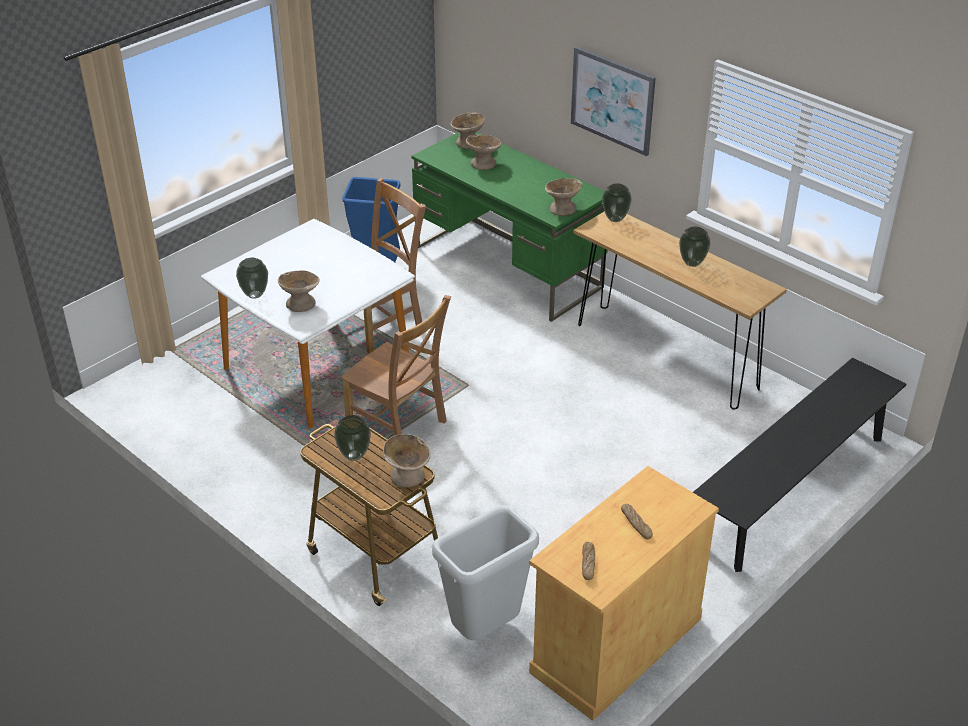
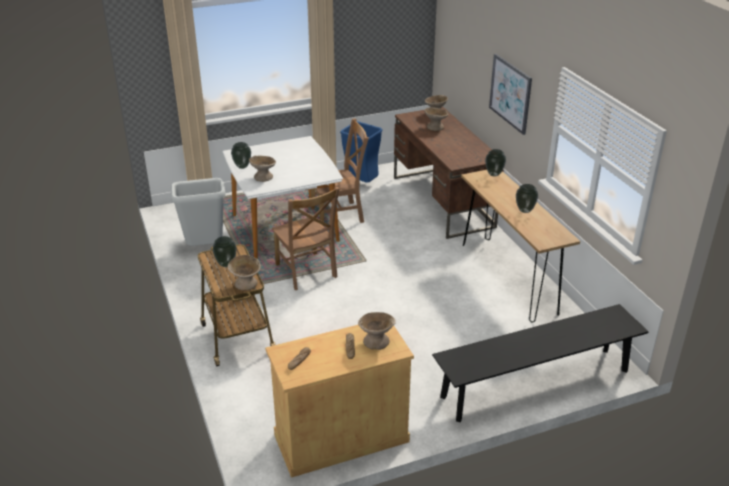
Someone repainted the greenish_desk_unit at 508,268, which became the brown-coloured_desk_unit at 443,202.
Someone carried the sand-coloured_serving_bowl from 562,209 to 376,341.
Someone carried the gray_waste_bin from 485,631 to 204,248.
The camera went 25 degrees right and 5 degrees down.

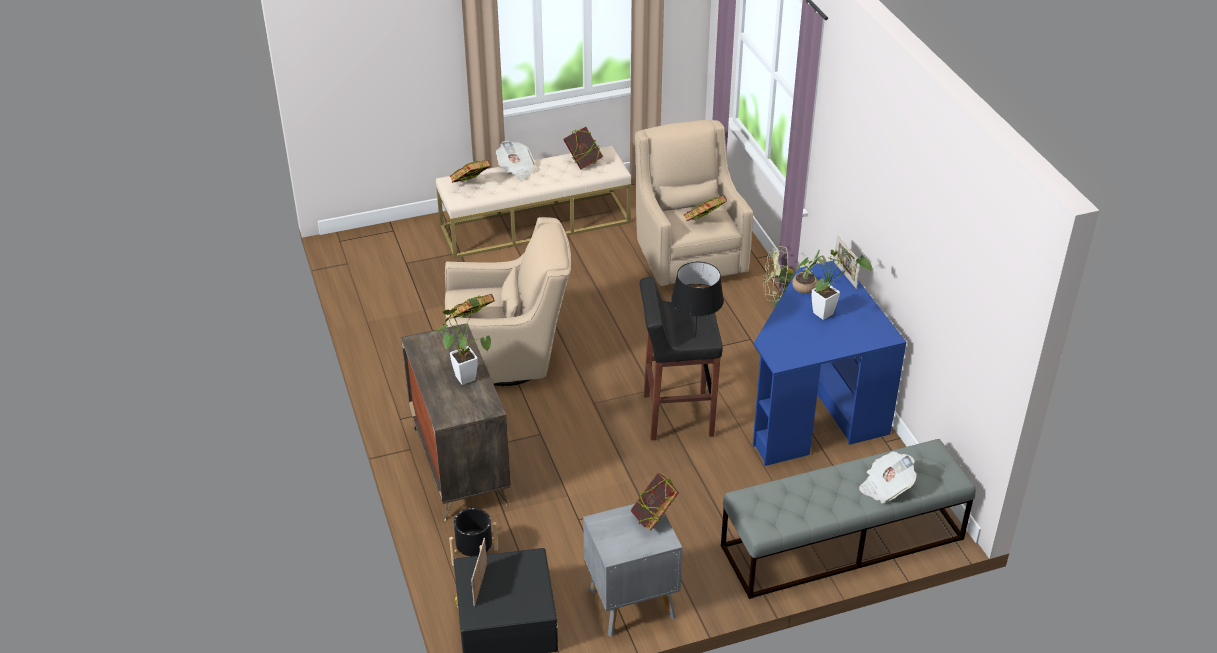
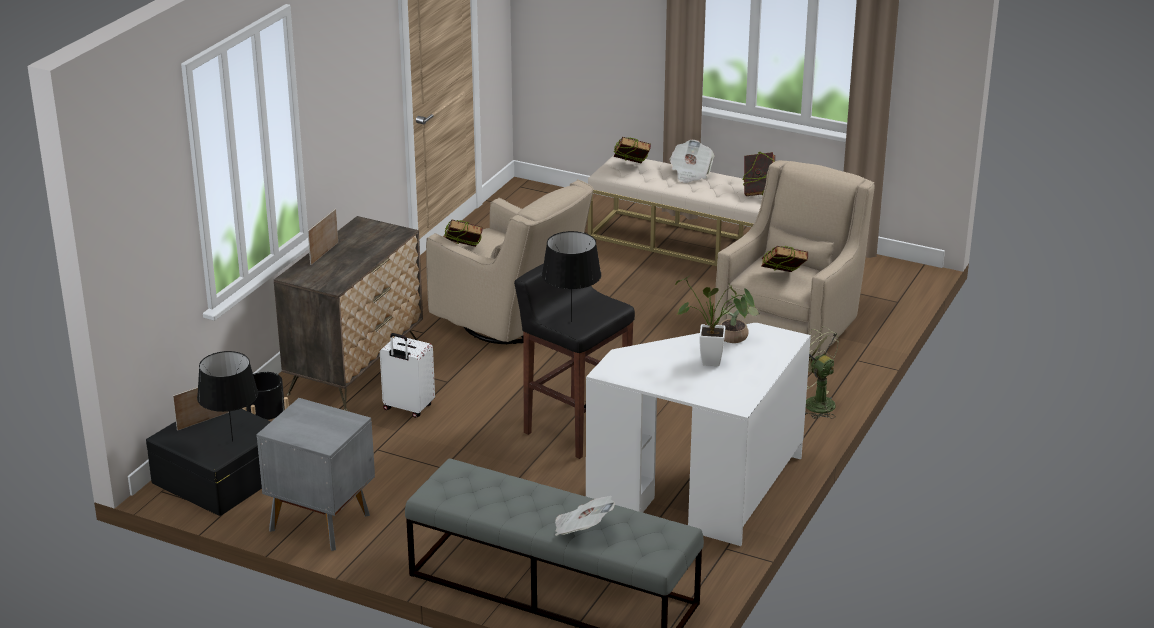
Someone carried the picture_frame from 845,275 to 324,253.
Someone repainted the blue-coloured_desk_unit at 813,408, which became the white_desk_unit at 703,489.
Someone took away the plant_in_a_pot at 463,375.
Someone took away the bound_book at 653,518.
Someone put down the white_suitcase at 407,408.
Someone put down the black_table_lamp at 232,441.
The camera went 45 degrees right and 10 degrees down.

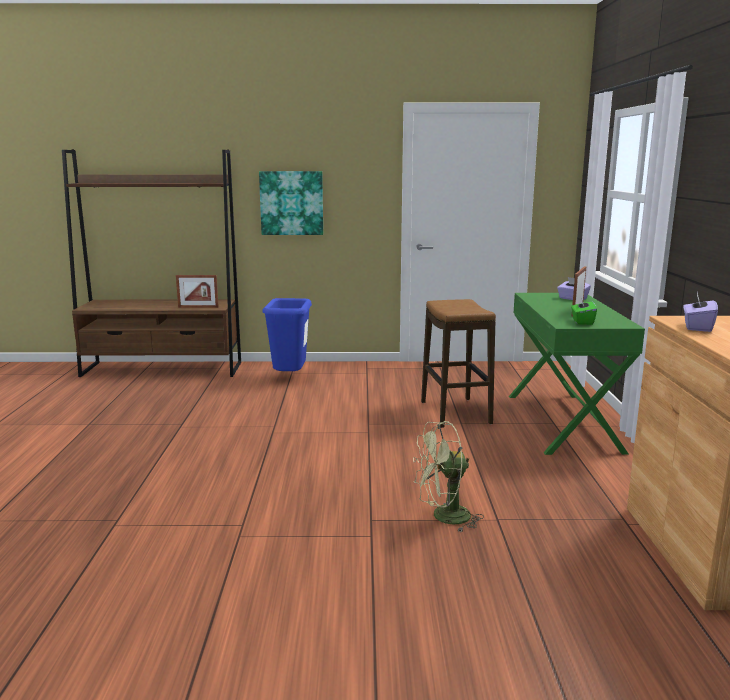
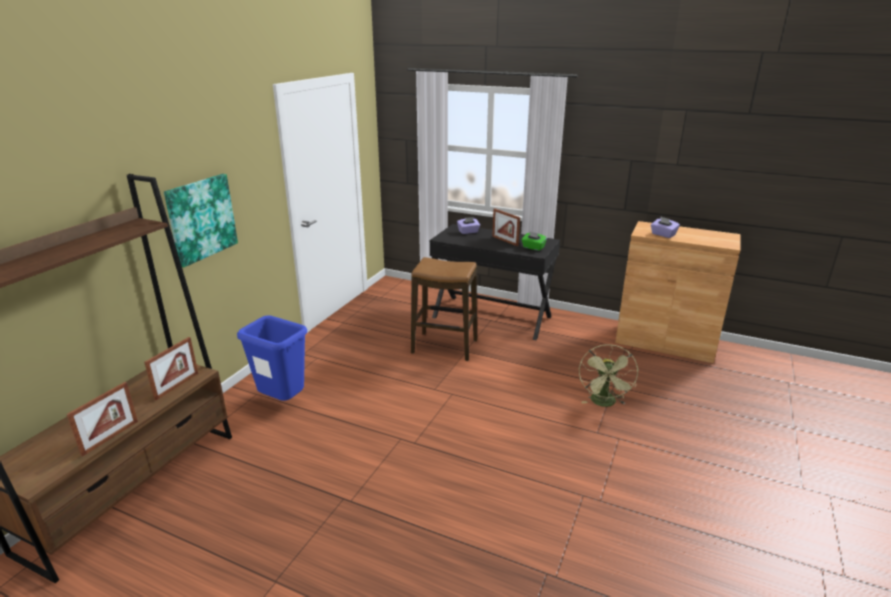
Someone repainted the greenish_desk_unit at 563,422, which became the black_desk_unit at 492,316.
Someone put down the picture_frame at 110,438.
The camera went 65 degrees left and 10 degrees up.

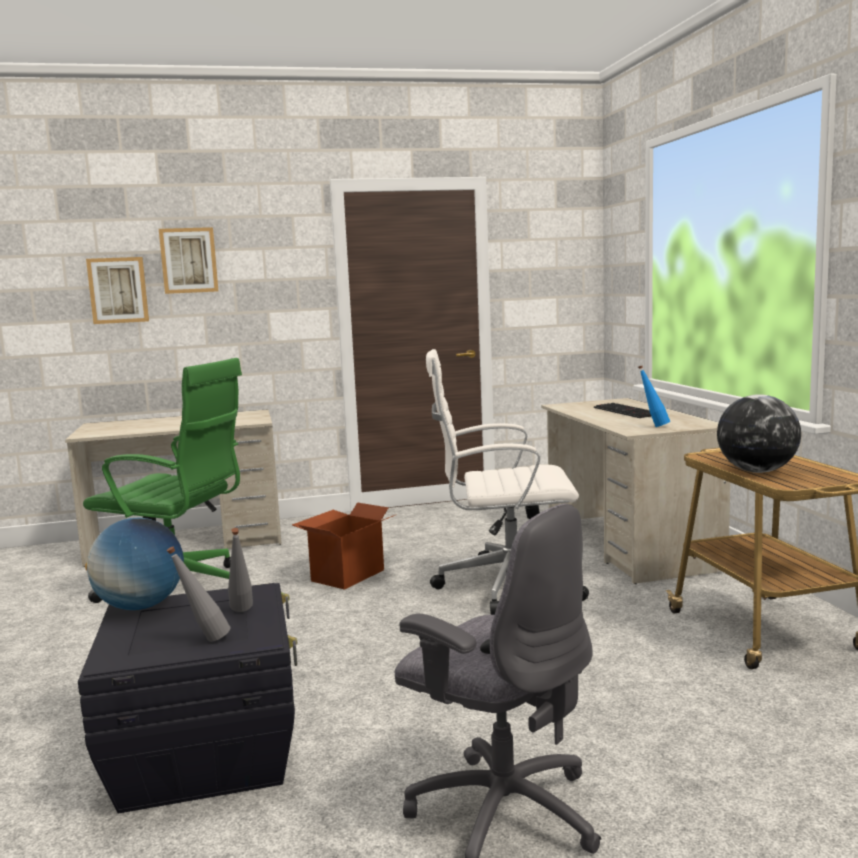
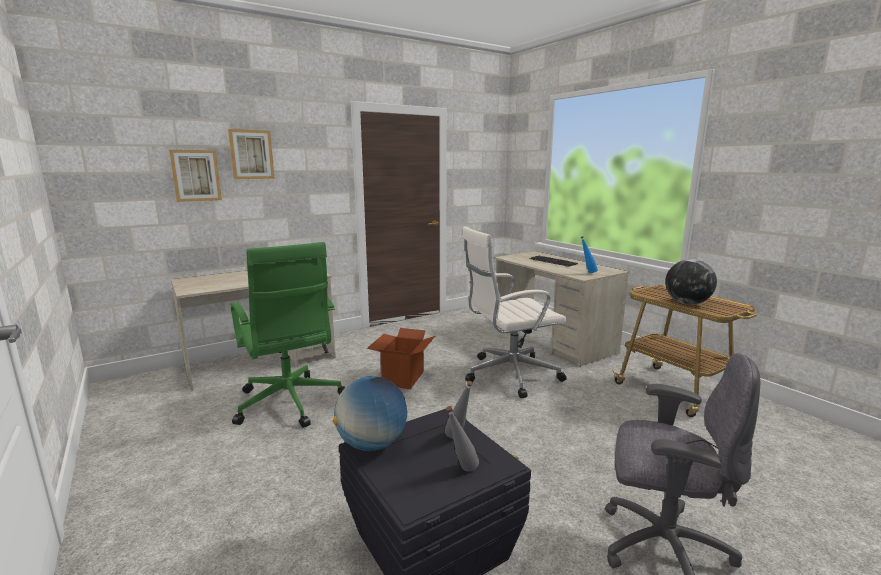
Someone rotated the greenish_office_chair at 179,590 by 60 degrees clockwise.
The camera went 20 degrees left and 5 degrees up.

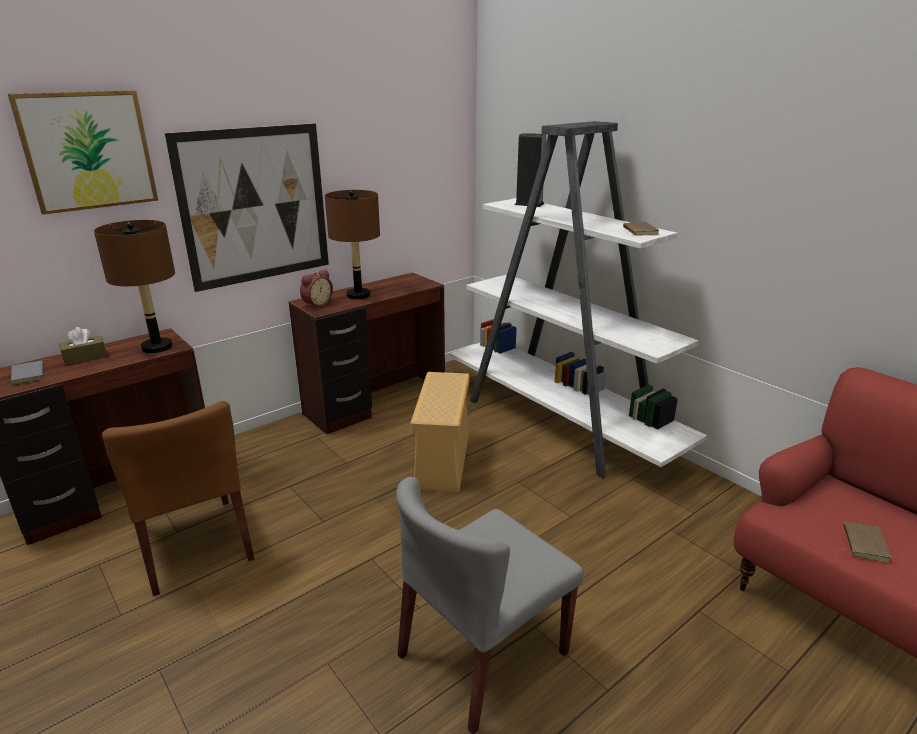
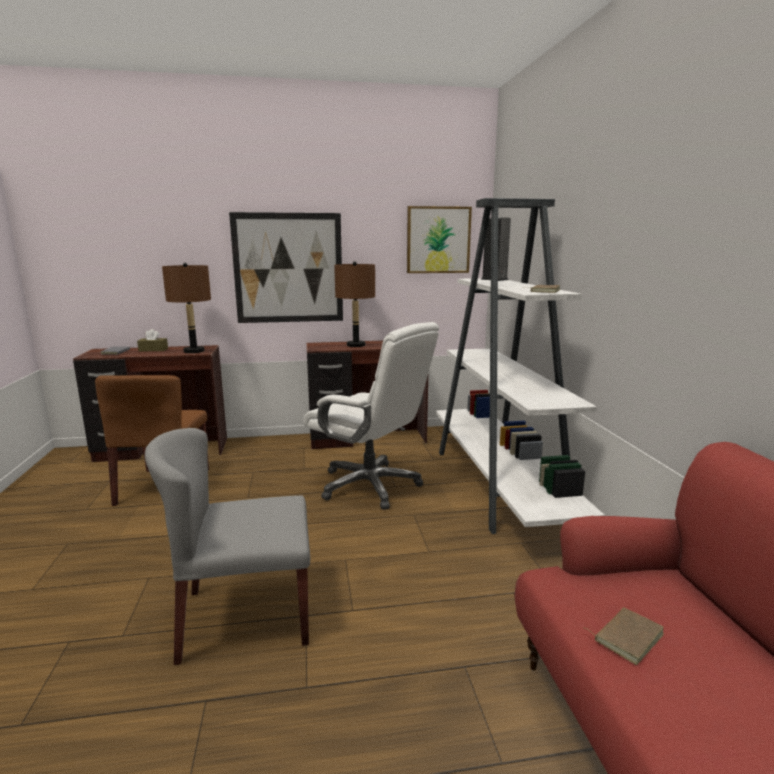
Someone carried the wall_picture from 88,151 to 438,240.
Someone took away the bedside_clock at 316,304.
Someone swapped the sand-coloured_storage_container at 442,461 for the white_office_chair at 370,485.
The camera went 30 degrees right and 10 degrees down.

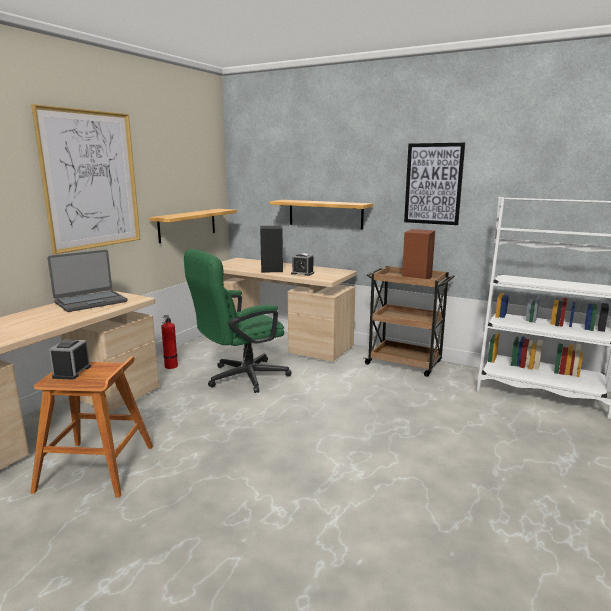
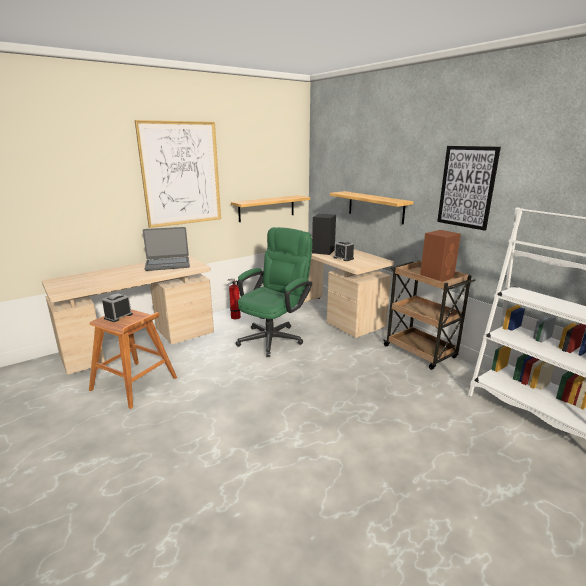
Someone rotated the greenish_office_chair at 240,378 by 135 degrees clockwise.
The camera went 25 degrees right and 5 degrees up.

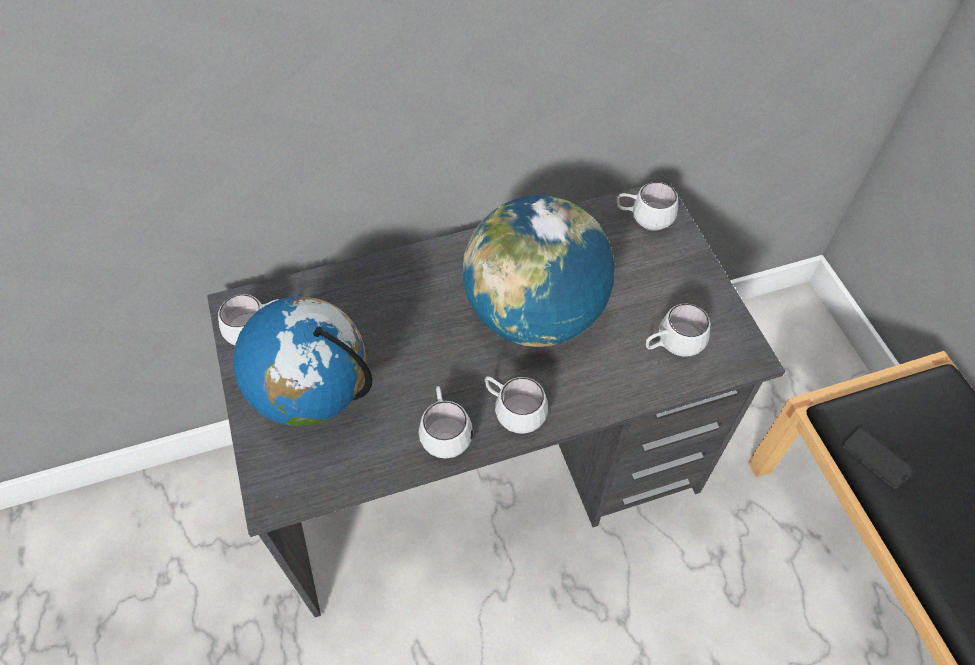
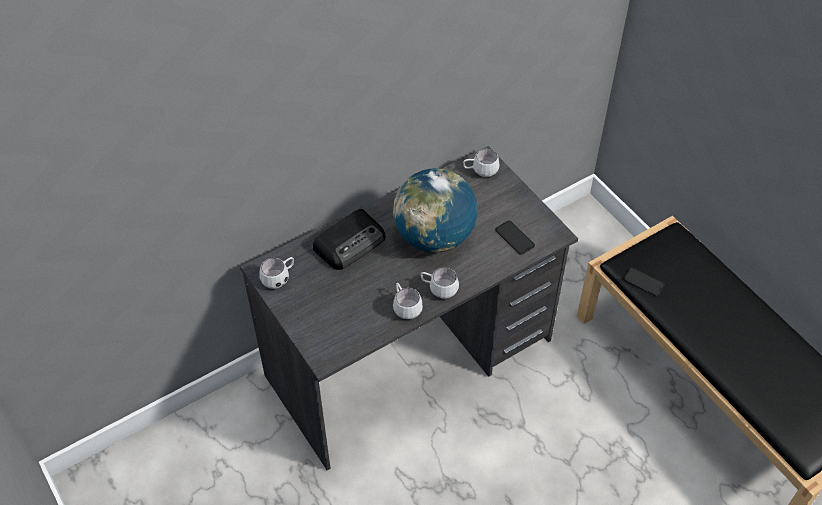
Someone took away the desk_globe at 317,405.
Someone swapped the white_tea_mug at 672,346 for the telephone at 514,238.
Someone put down the radio_receiver at 350,243.
The camera went 15 degrees left and 5 degrees down.

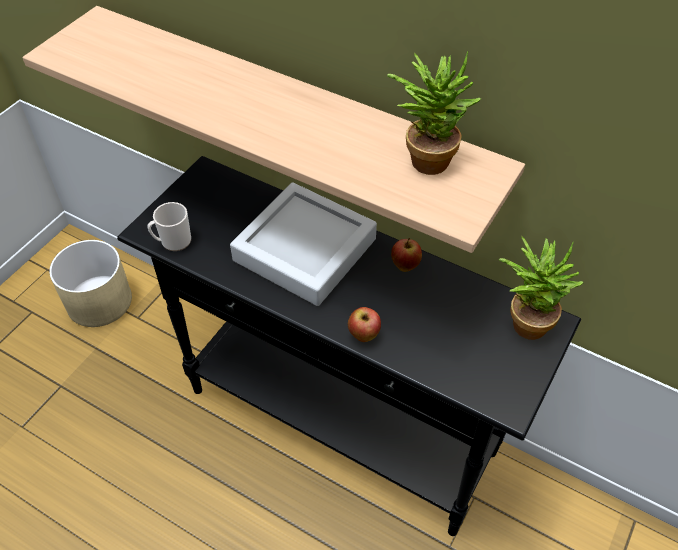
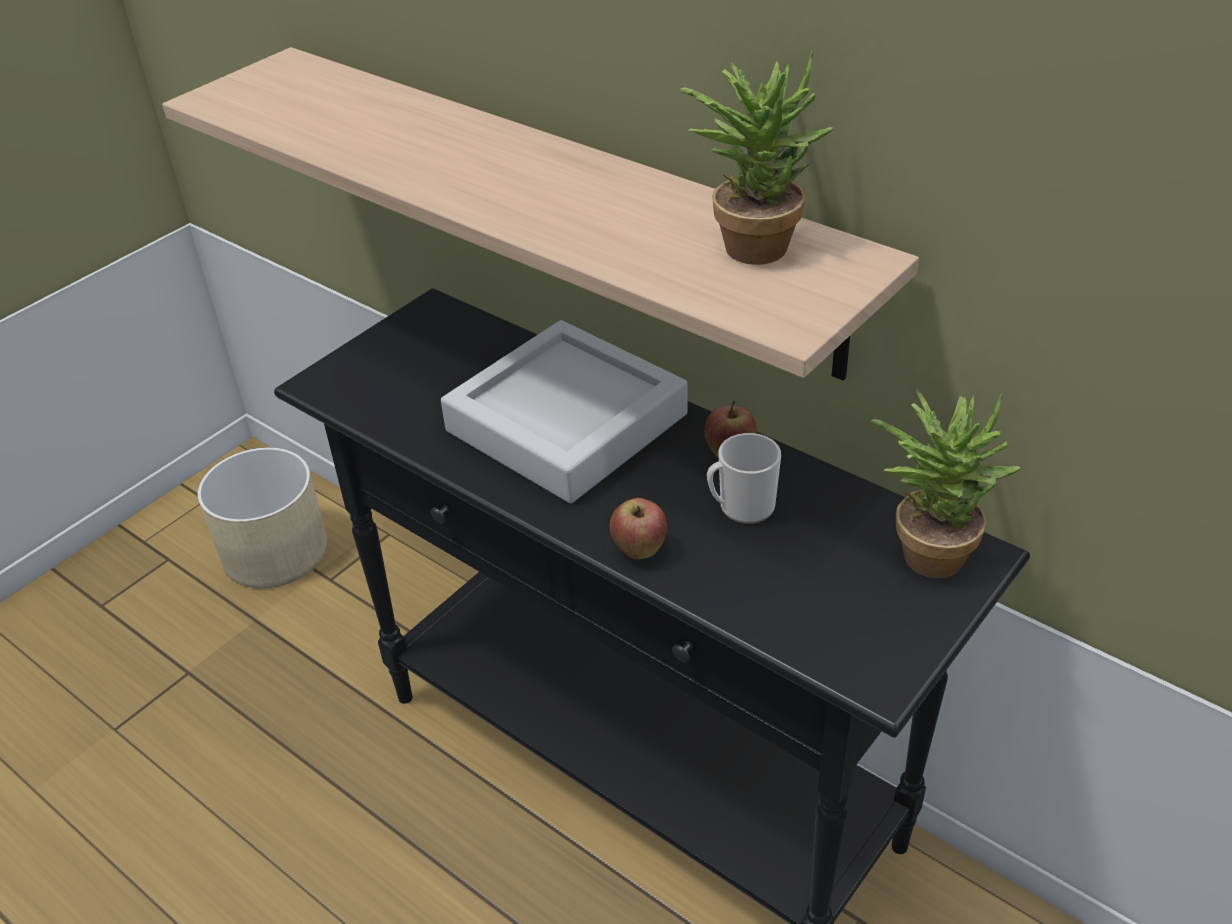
Someone carried the tea_mug from 173,241 to 741,507.
The camera went 10 degrees right and 10 degrees down.

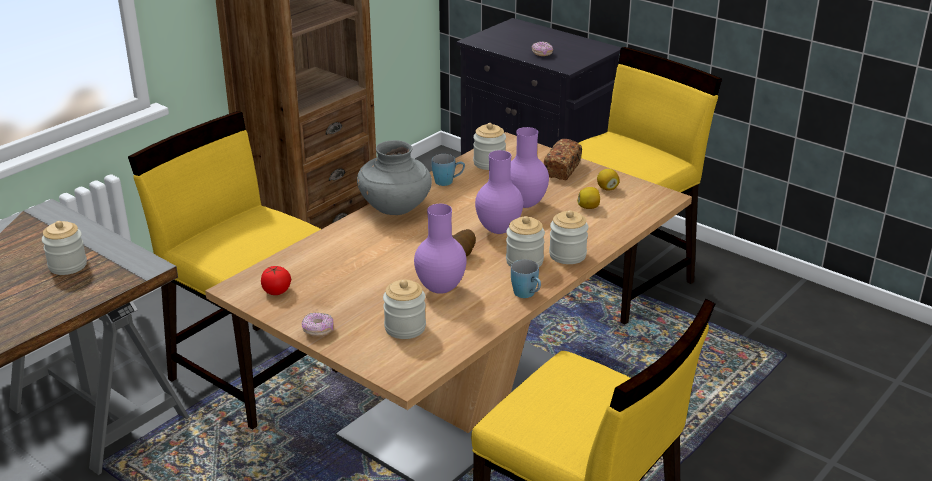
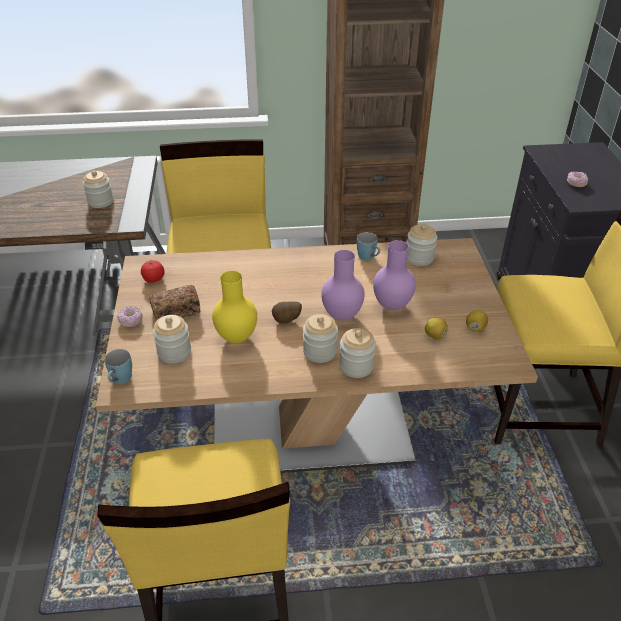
Someone carried the baked_bread from 562,169 to 176,312.
Someone took away the gray_decorative_vase at 396,208.
Someone repainted the purple_decorative_vase at 441,289, which became the yellow_decorative_vase at 237,338.
Someone carried the blue-coloured_tea_mug from 527,295 to 120,380.
The camera went 45 degrees right and 10 degrees up.

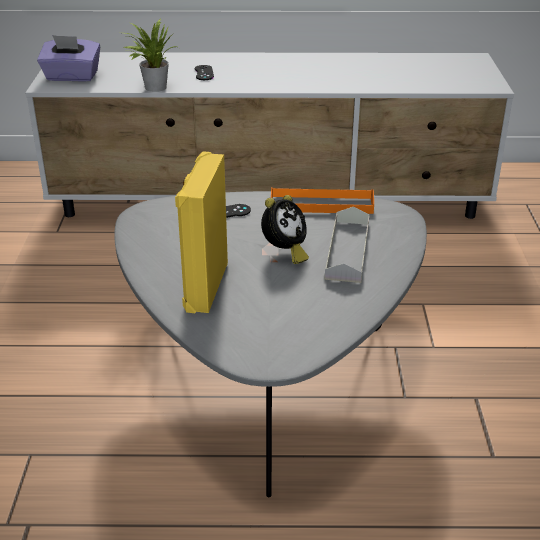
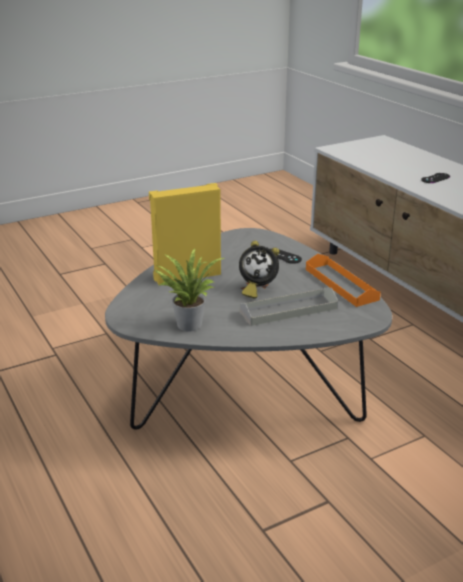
Someone carried the plant_in_a_pot from 152,87 to 188,323.
Someone took away the purple_box_of_tissues at 72,77.
The camera went 60 degrees right and 5 degrees down.

